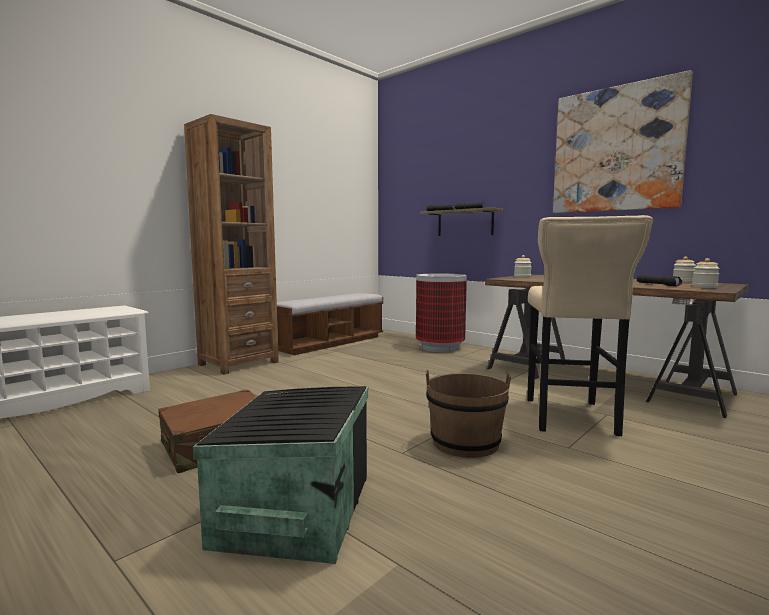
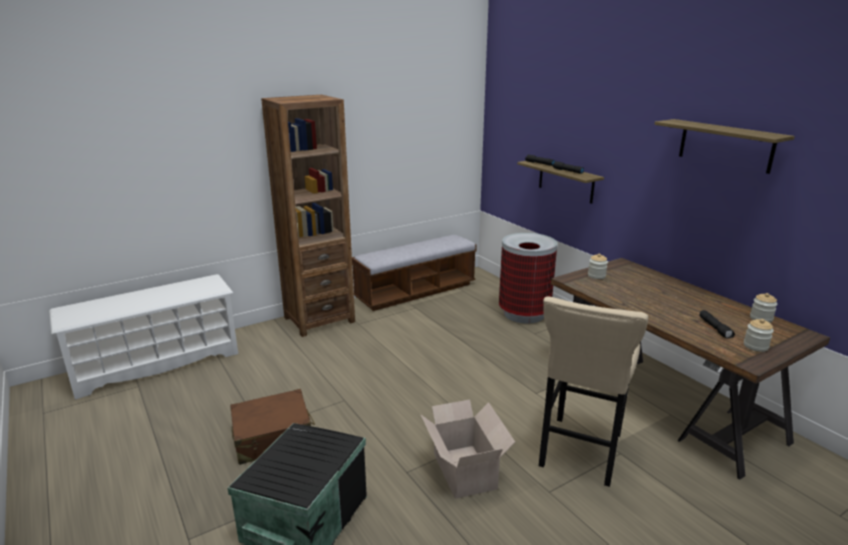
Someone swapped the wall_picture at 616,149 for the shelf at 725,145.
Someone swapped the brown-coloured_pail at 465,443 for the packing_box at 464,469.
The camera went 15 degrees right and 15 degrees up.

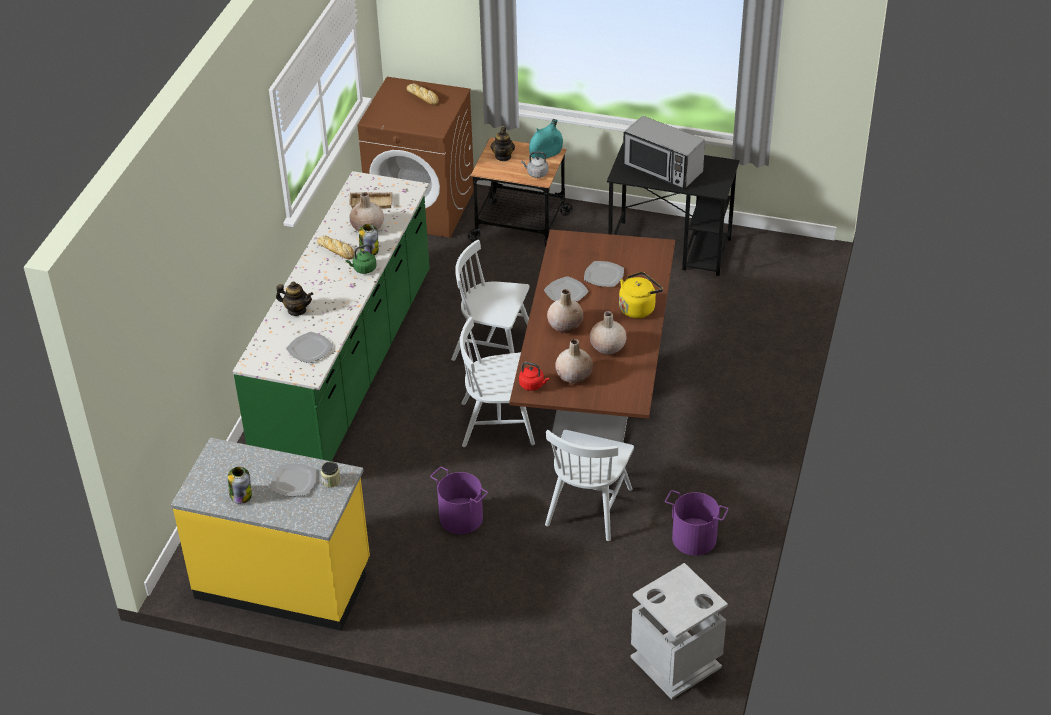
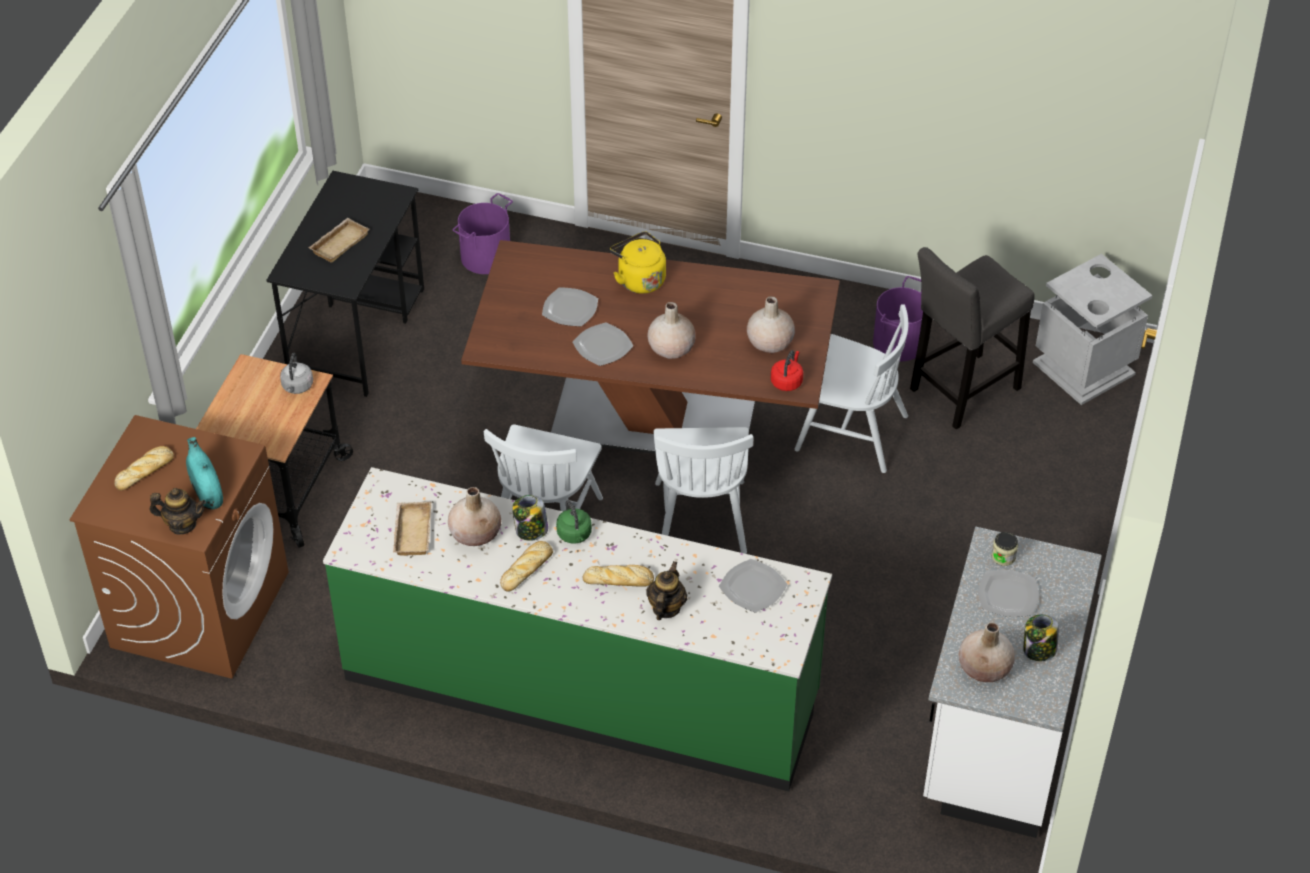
Someone swapped the microwave at 662,169 for the sand-coloured_carrying_tray at 339,243.
Someone carried the blue-green_decorative_vase from 546,154 to 207,493.
Someone carried the teapot from 503,156 to 182,524.
Someone carried the sand-coloured_decorative_vase from 607,347 to 984,669.
Someone repainted the yellow_kitchen_counter at 284,580, which became the white_kitchen_counter at 996,737.
Someone carried the purple_pail from 461,517 to 485,256.
Someone put down the gray_sitting_stool at 961,392.
Someone put down the baked_bread at 619,580.
The camera went 90 degrees left and 5 degrees up.

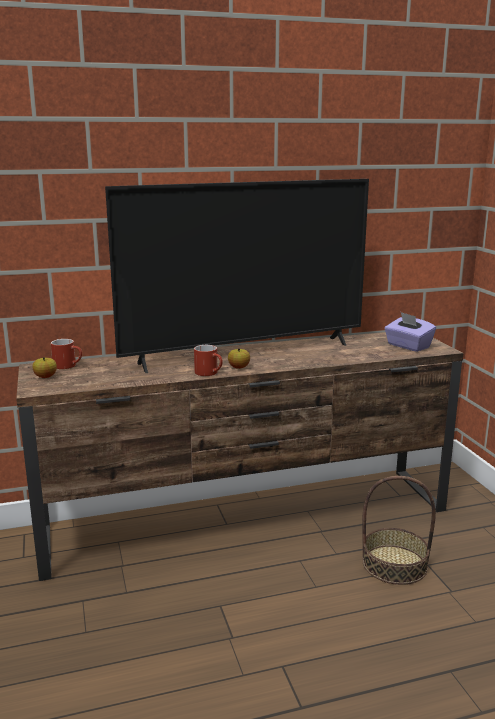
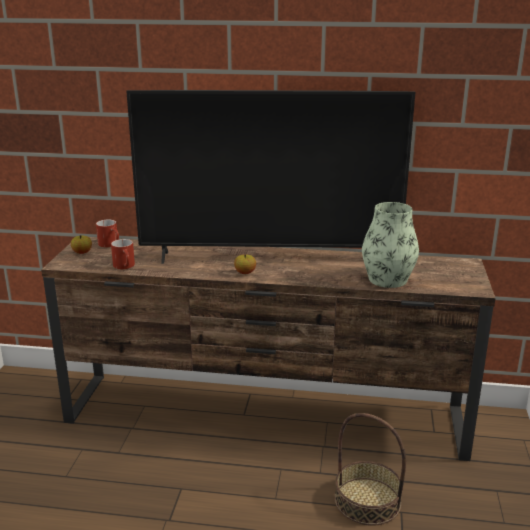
Someone took away the purple_box_of_tissues at 408,346.
Someone carried the red-coloured_tea_mug from 210,373 to 126,266.
Someone put down the decorative_vase at 387,279.
The camera went 25 degrees right and 5 degrees up.

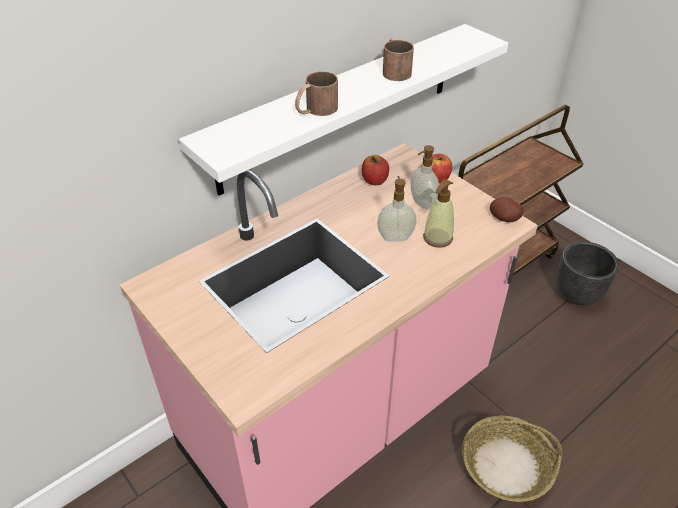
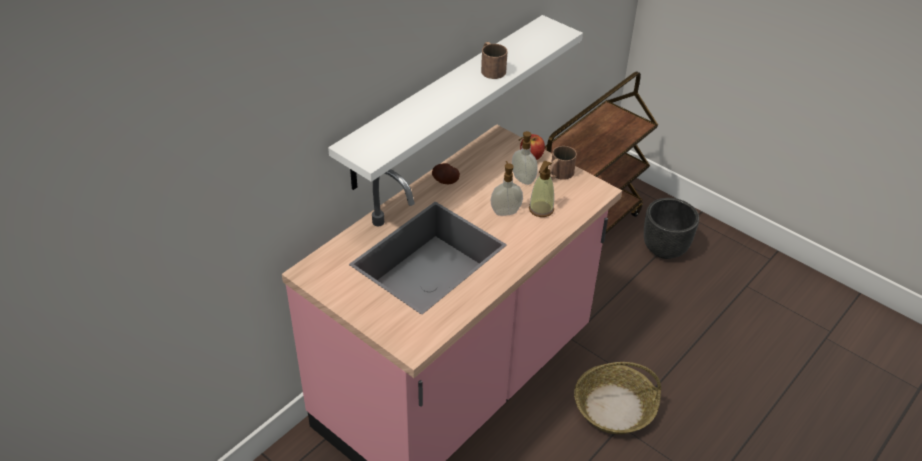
Someone carried the brown-coloured_tea_mug from 315,110 to 558,174.
Someone took away the whole_apple at 374,180.
Someone carried the potato from 504,218 to 445,181.
The camera went 10 degrees left and 0 degrees up.

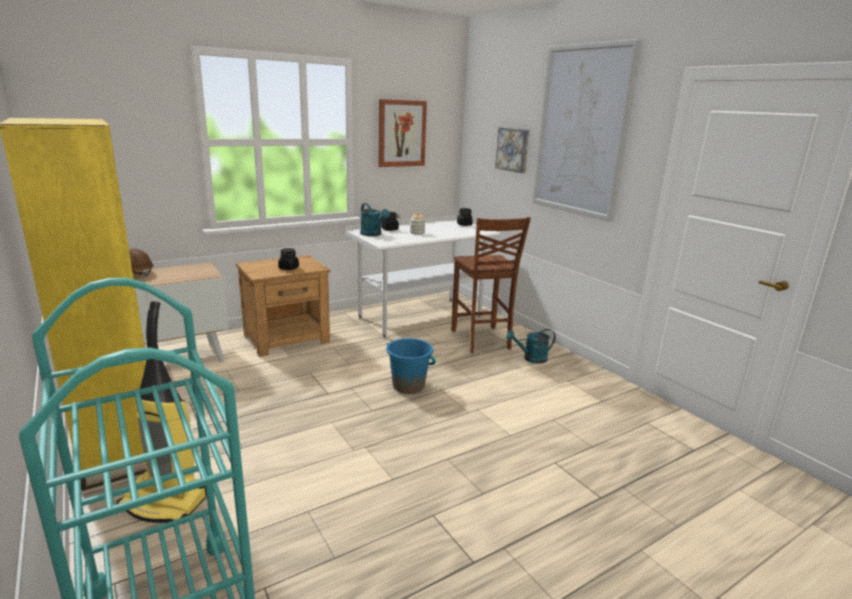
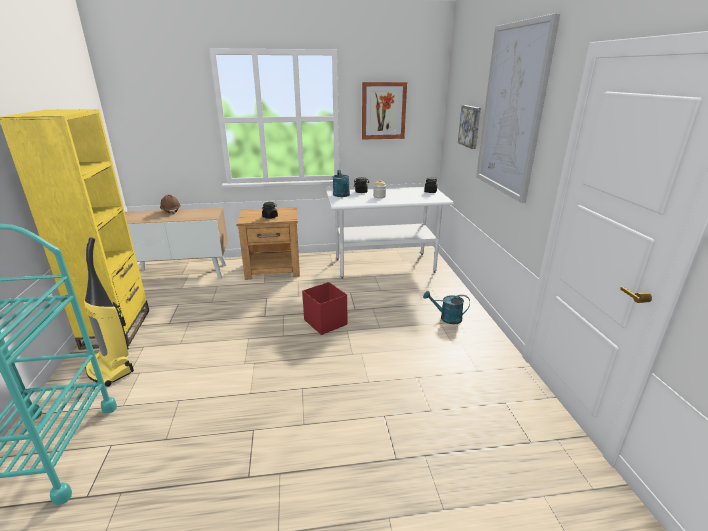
Someone took away the brown-coloured_upright_chair at 481,340.
Someone swapped the blue-coloured_pail at 408,386 for the red-coloured_storage_container at 325,322.
The camera went 25 degrees right and 5 degrees up.

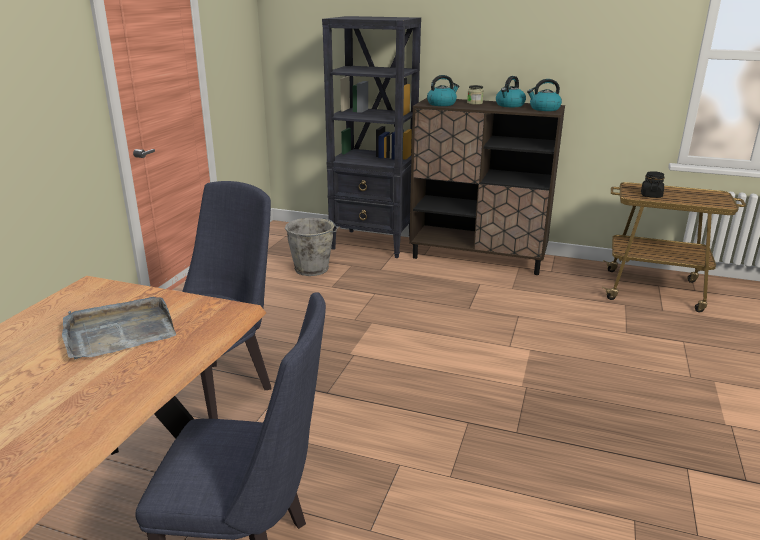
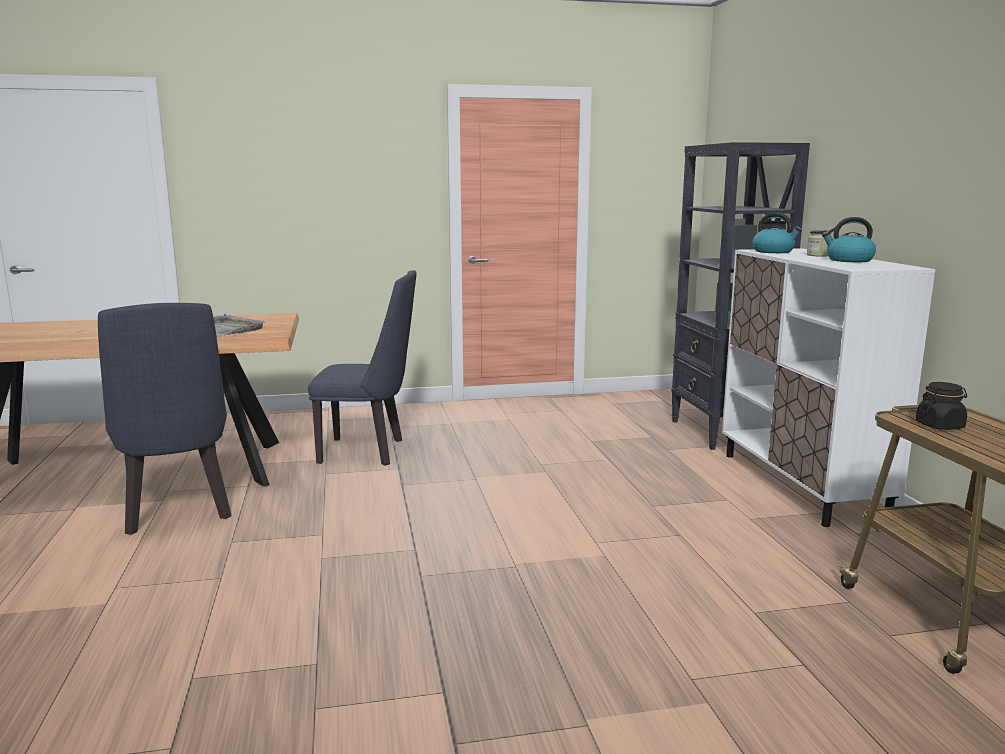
Someone took away the kettle at 544,109.
Someone repainted the brown-coloured_cupboard at 478,258, which became the white_cupboard at 801,485.
Someone took away the gray_pail at 313,269.
The camera went 60 degrees right and 10 degrees down.

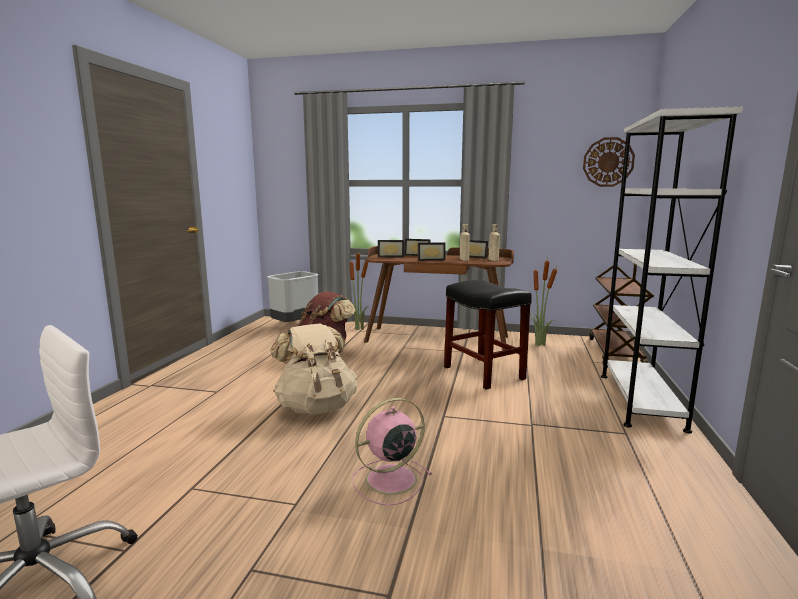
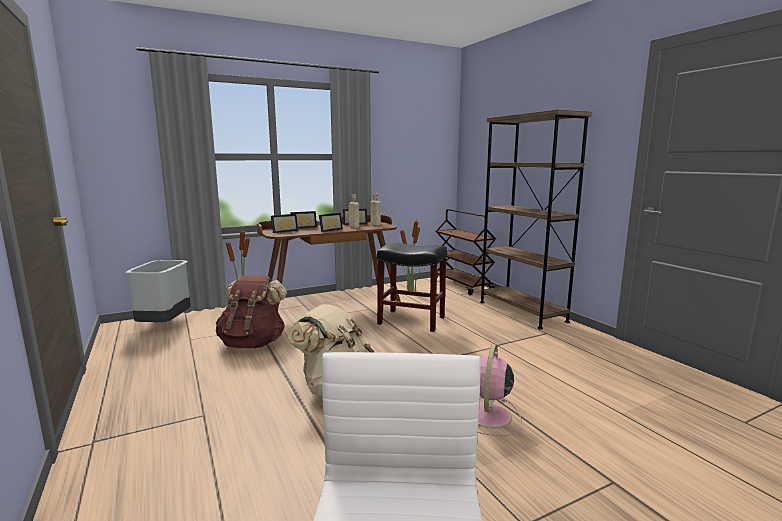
Someone repainted the white_bookshelf at 640,400, which became the brown-coloured_bookshelf at 522,311.
Someone took away the wall_clock at 608,162.
The camera went 40 degrees left and 0 degrees up.

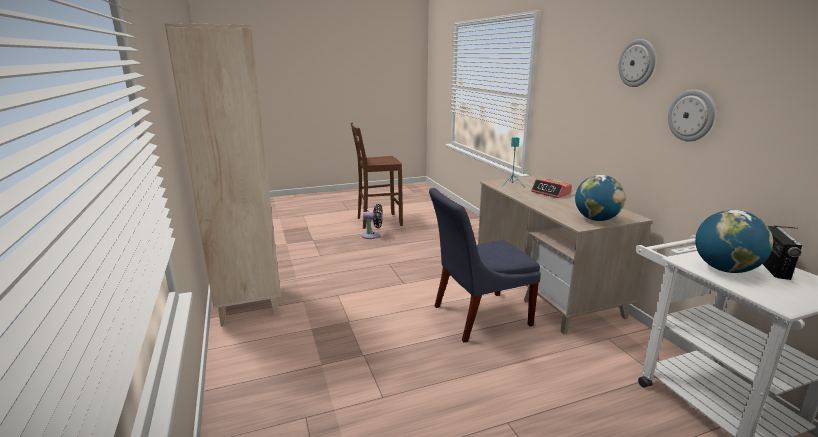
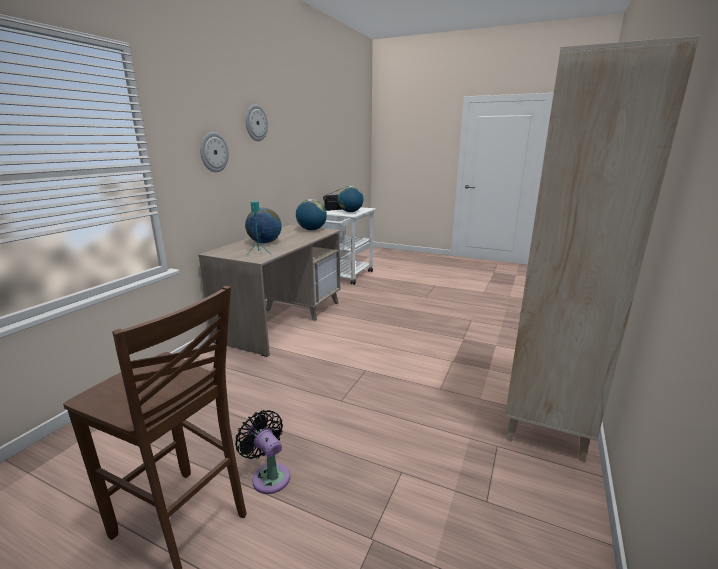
Someone carried the wall_clock from 691,115 to 213,152.
Someone swapped the bedside_clock at 551,193 for the desk_globe at 265,242.
Someone took away the blue-coloured_upright_chair at 477,316.
The camera went 135 degrees left and 0 degrees up.

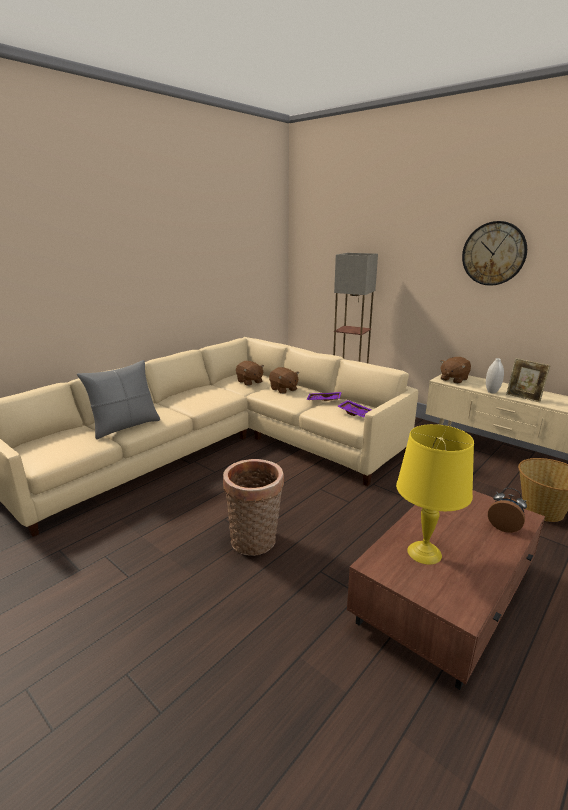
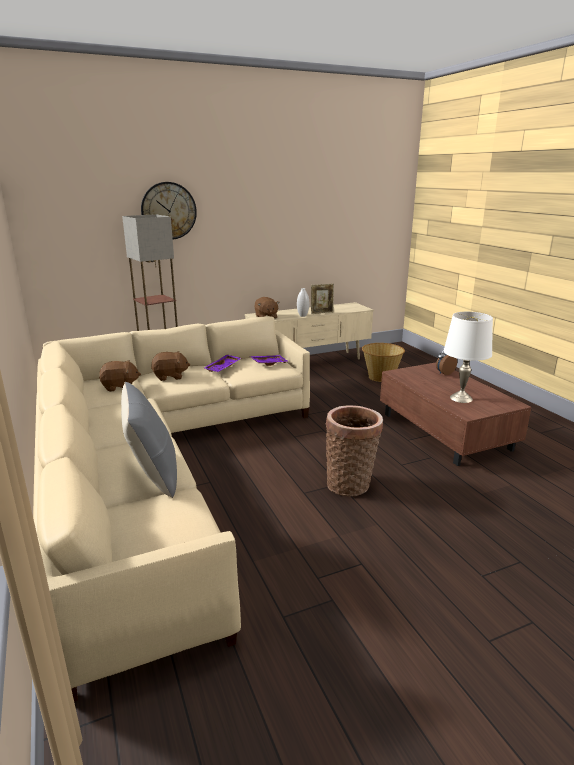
Someone carried the wall_clock from 493,253 to 168,211.
Someone repainted the yellow_table_lamp at 423,552, which became the white_table_lamp at 460,398.
The camera went 65 degrees left and 0 degrees up.

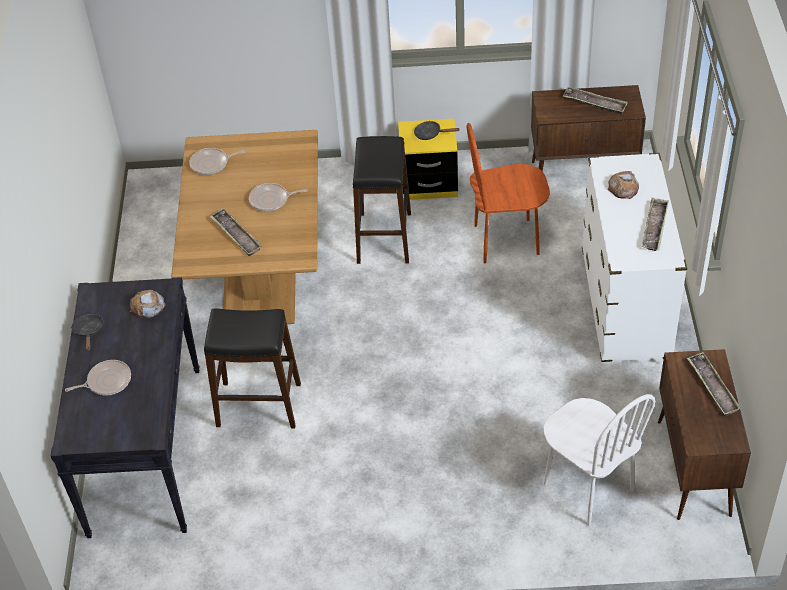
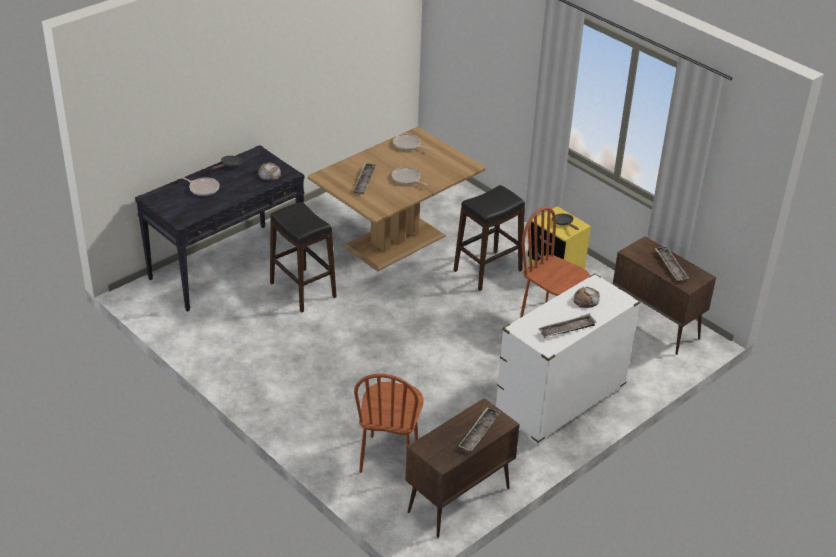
Someone repainted the white_upright_chair at 588,487, which became the brown-coloured_upright_chair at 389,457.
The camera went 45 degrees right and 10 degrees down.

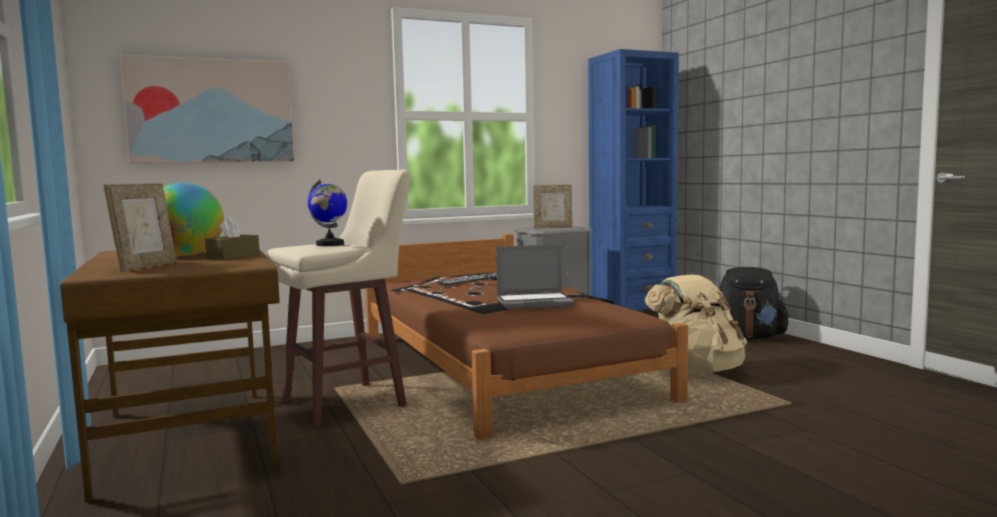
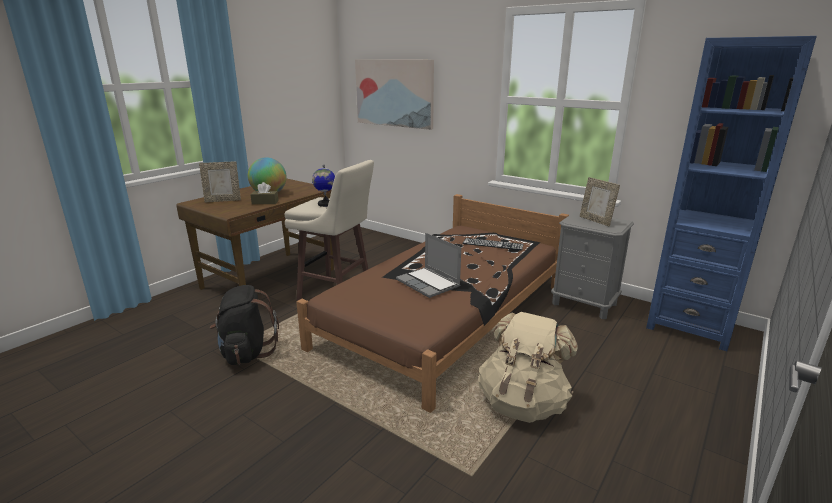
Someone carried the black_knapsack from 747,337 to 246,352.
The camera went 60 degrees right and 15 degrees up.

